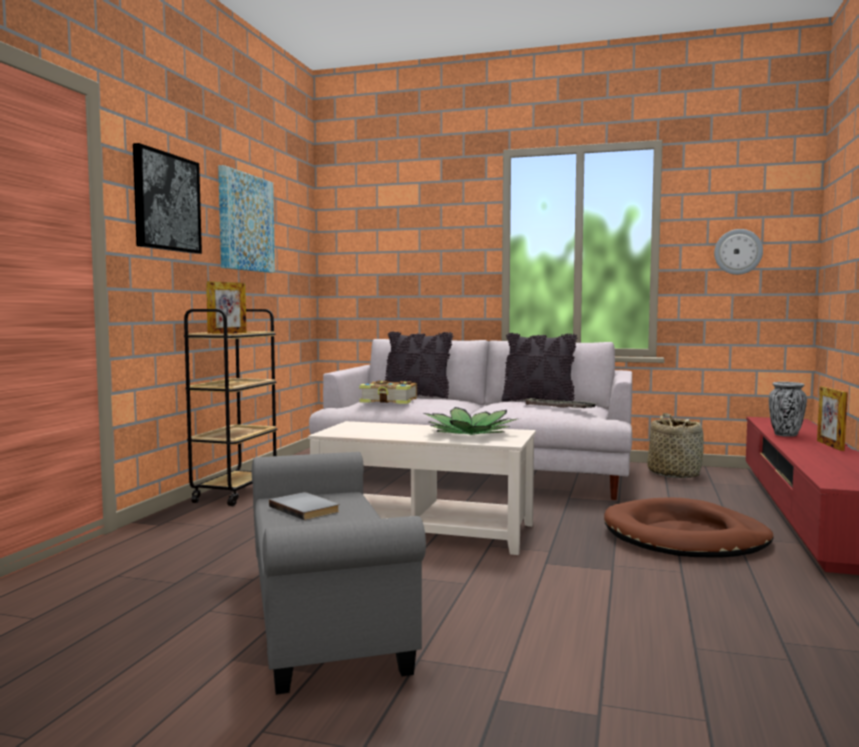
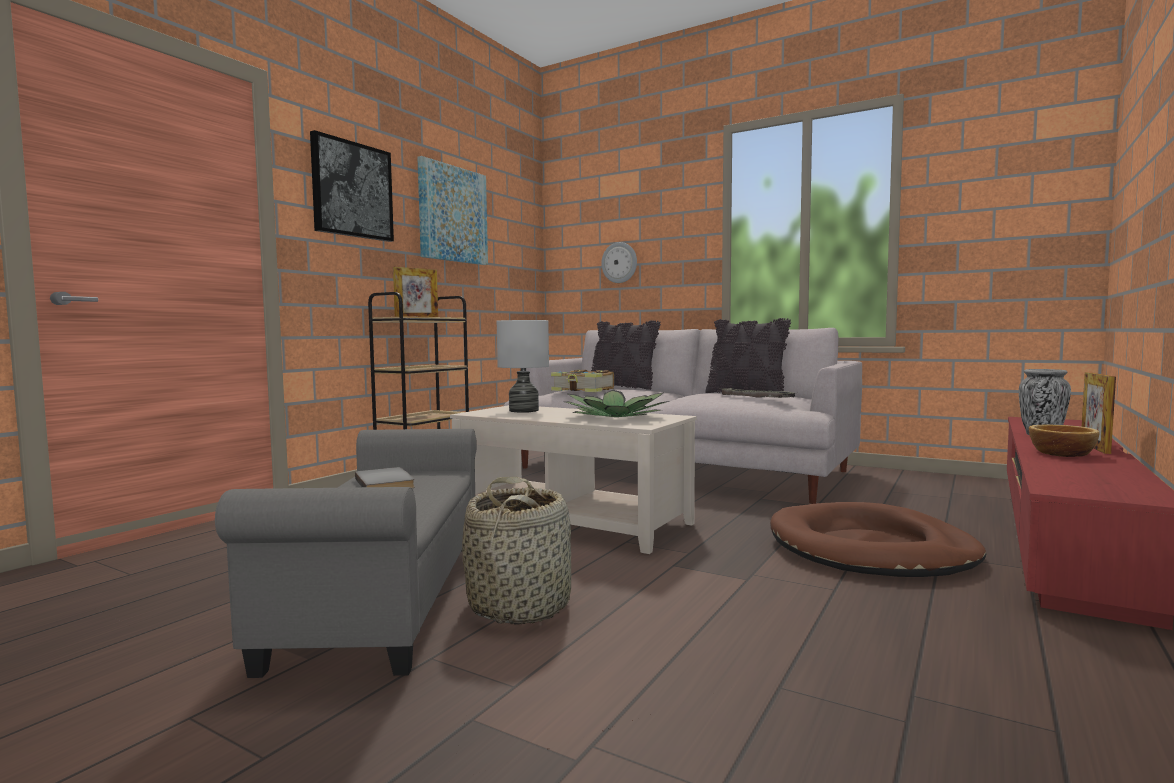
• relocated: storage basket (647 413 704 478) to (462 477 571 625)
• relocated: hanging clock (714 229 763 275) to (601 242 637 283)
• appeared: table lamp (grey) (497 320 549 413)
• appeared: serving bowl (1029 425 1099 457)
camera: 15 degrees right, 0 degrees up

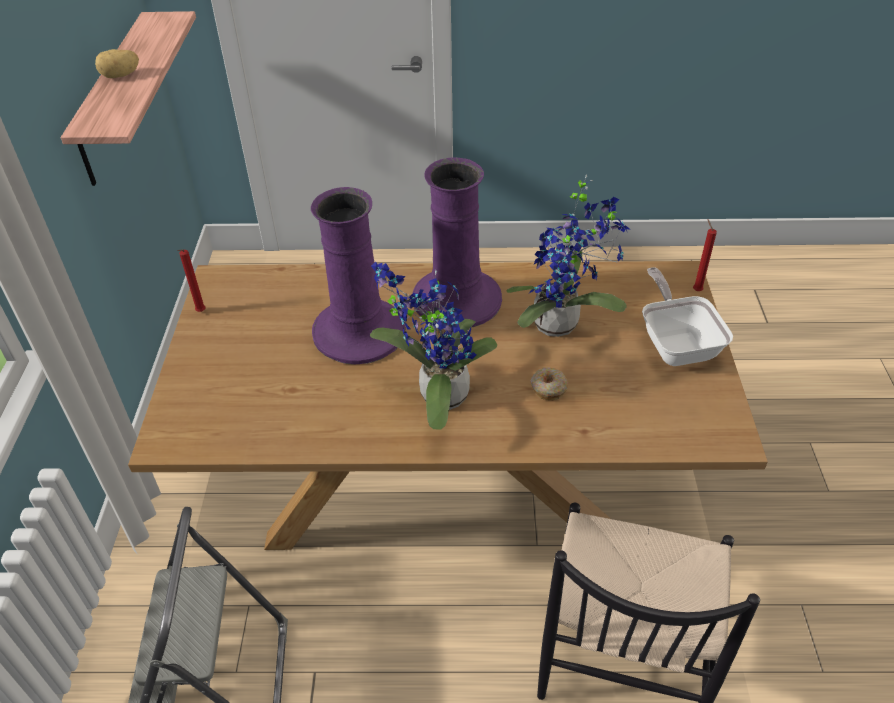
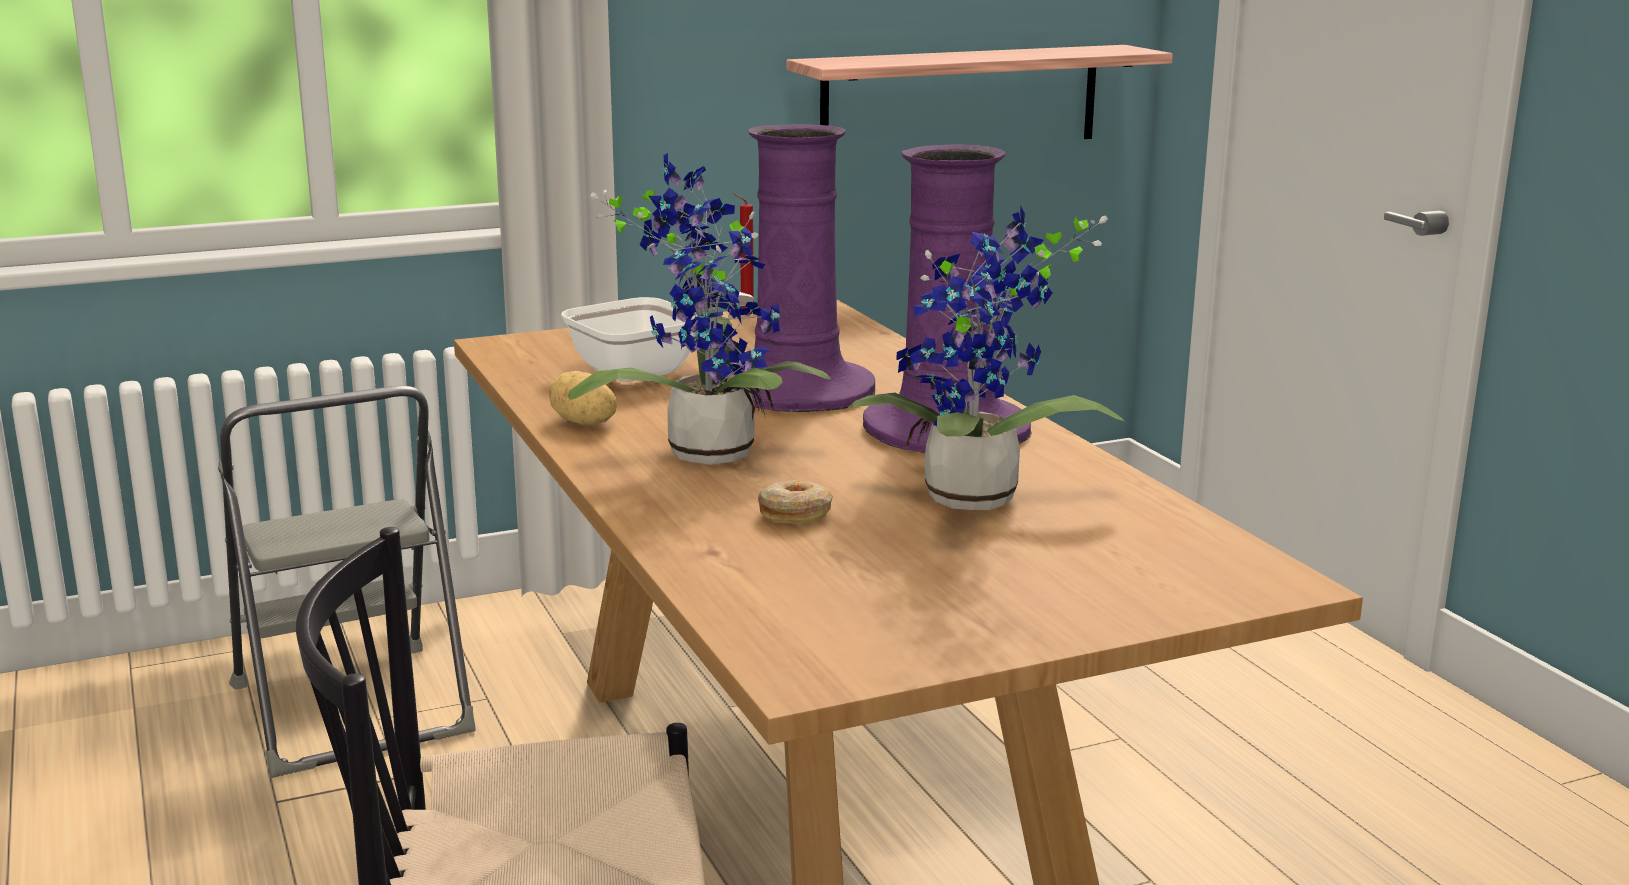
• relocated: whole potato (95 49 139 78) to (549 371 617 425)
• relocated: skillet (642 267 733 366) to (561 292 754 382)
• missing: wax light (reddish) (693 220 717 291)
camera: 65 degrees right, 25 degrees down

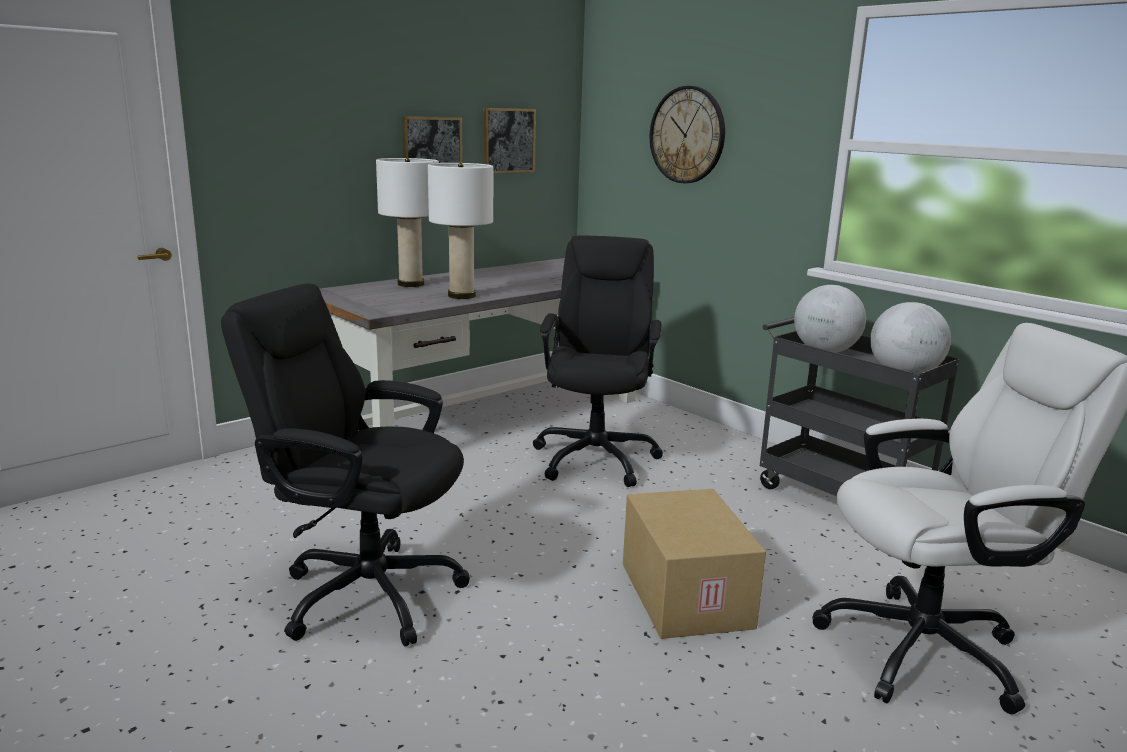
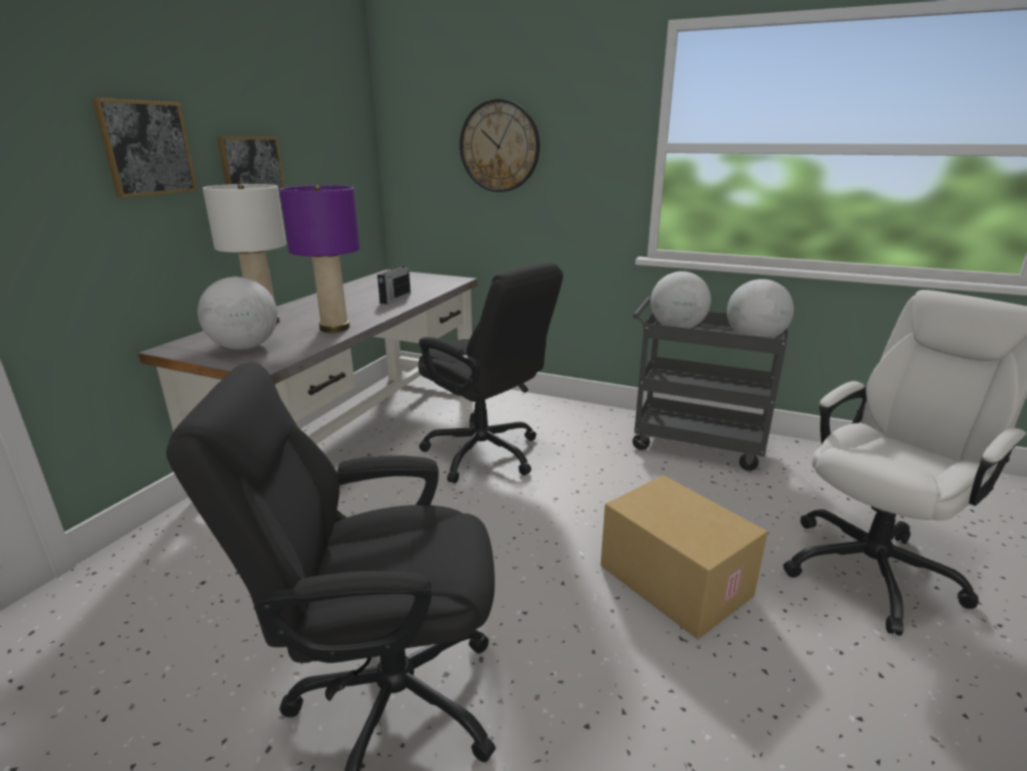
• colour: table lamp (whitish) (428 163 493 299) to table lamp (purple) (279 185 360 333)
• relocated: wall art (484 108 536 173) to (92 98 198 198)
• spun: desk chair (blackish) (533 236 663 487) = (418 262 563 483) 150 degrees clockwise
• appeared: desk globe (198 277 278 350)
• appeared: radio (377 262 411 304)
camera: 25 degrees left, 5 degrees up

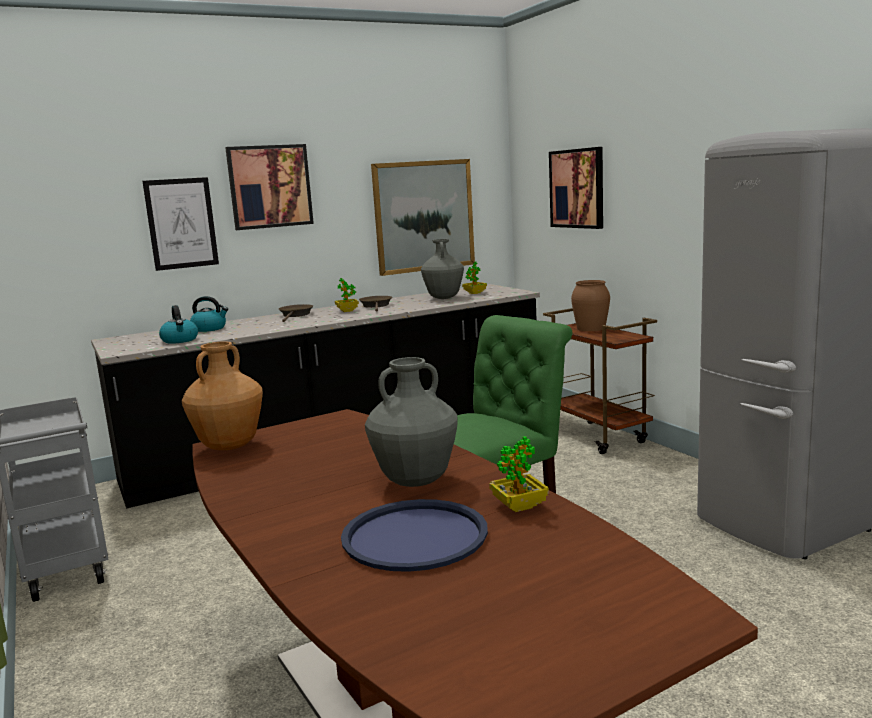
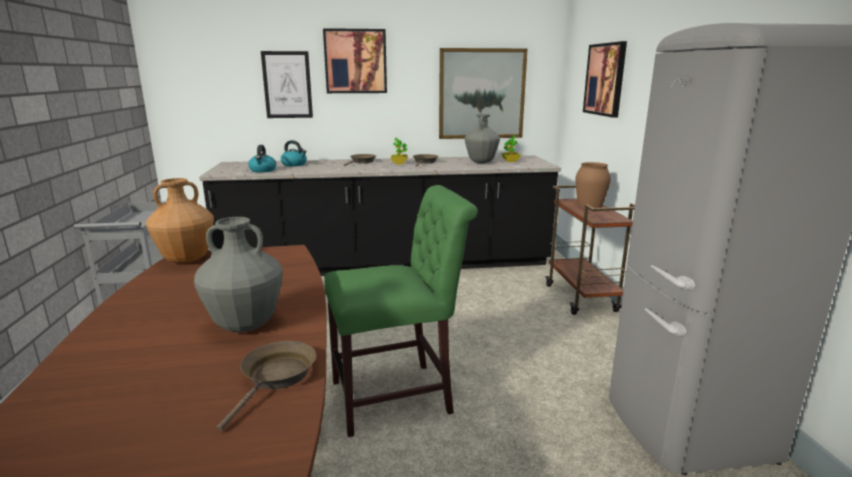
• missing: tray (blue) (341 499 488 572)
• exchanged: houseplant (489 436 549 512) to skillet (brown-coloured) (217 341 316 431)
camera: 20 degrees right, 5 degrees up

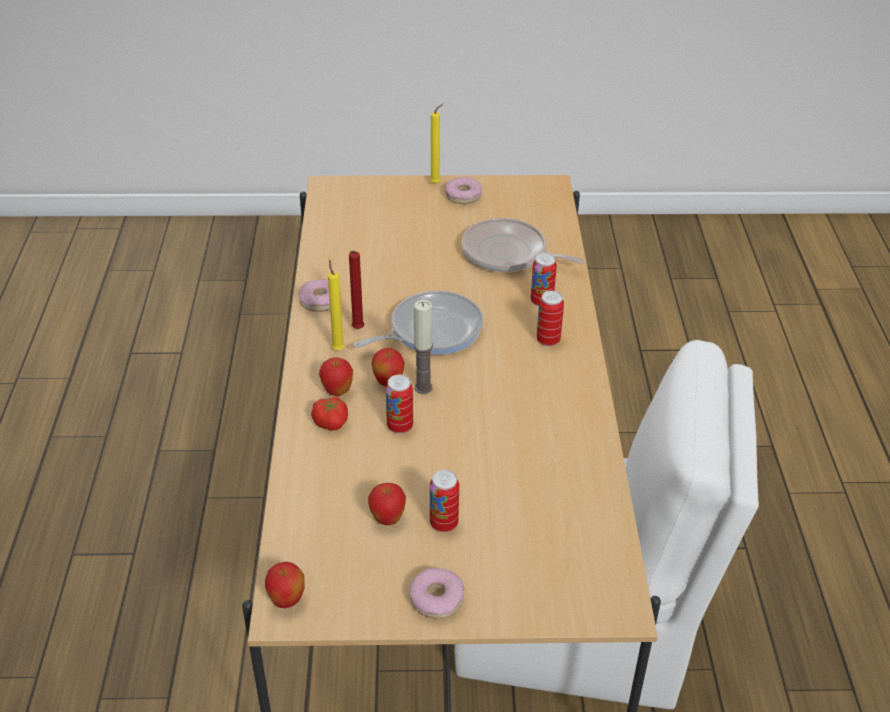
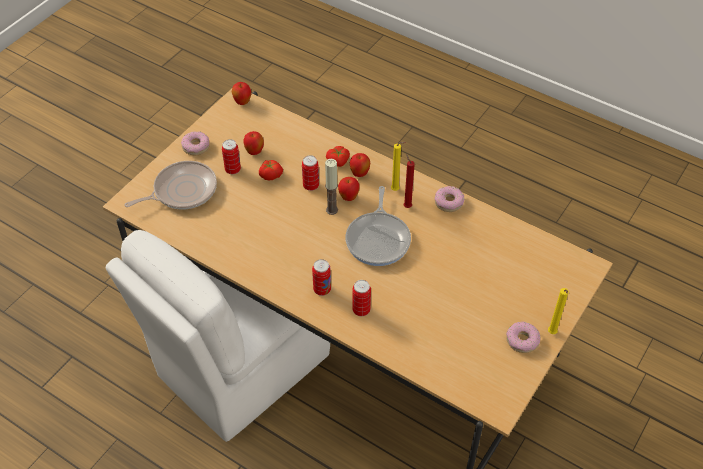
• relocated: skillet (462 218 585 272) to (124 161 217 210)
• appeared: whole tomato (259 160 283 180)
camera: 125 degrees right, 10 degrees up

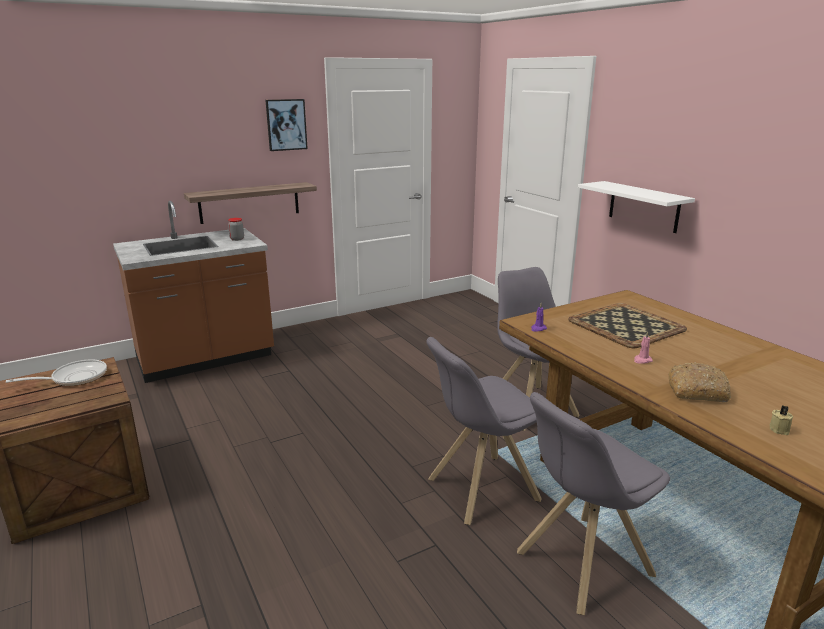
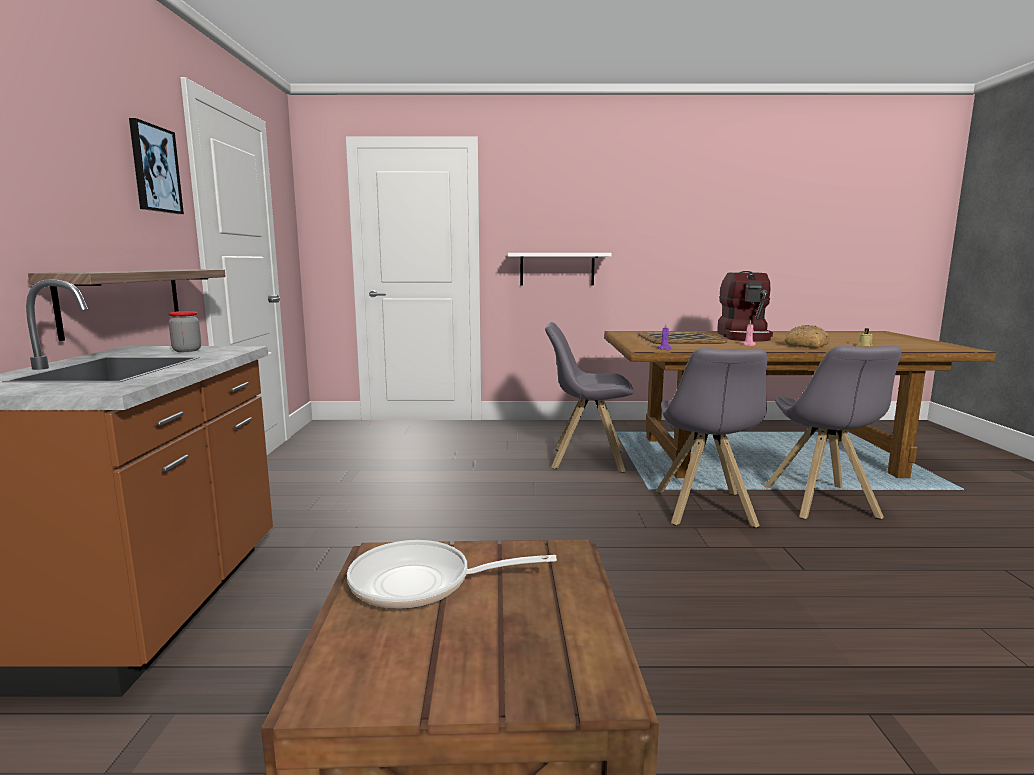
• spun: skillet (6 359 107 386) = (347 540 557 609) 90 degrees counterclockwise
• appeared: coffee machine (717 271 773 342)
camera: 60 degrees left, 10 degrees down

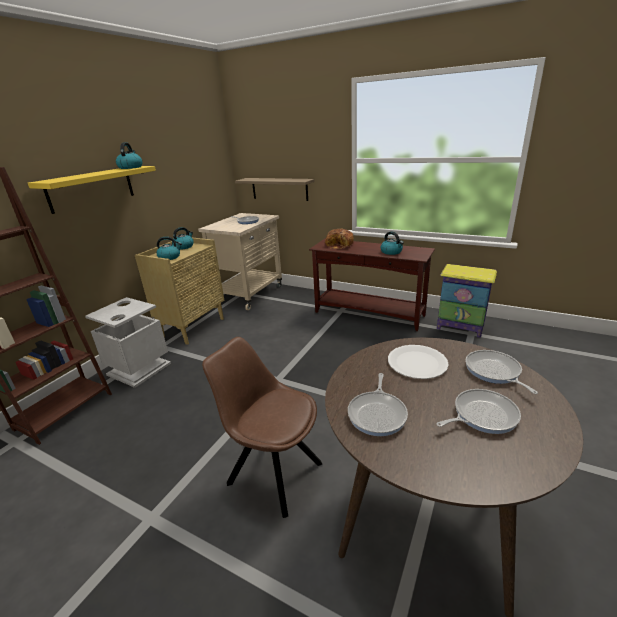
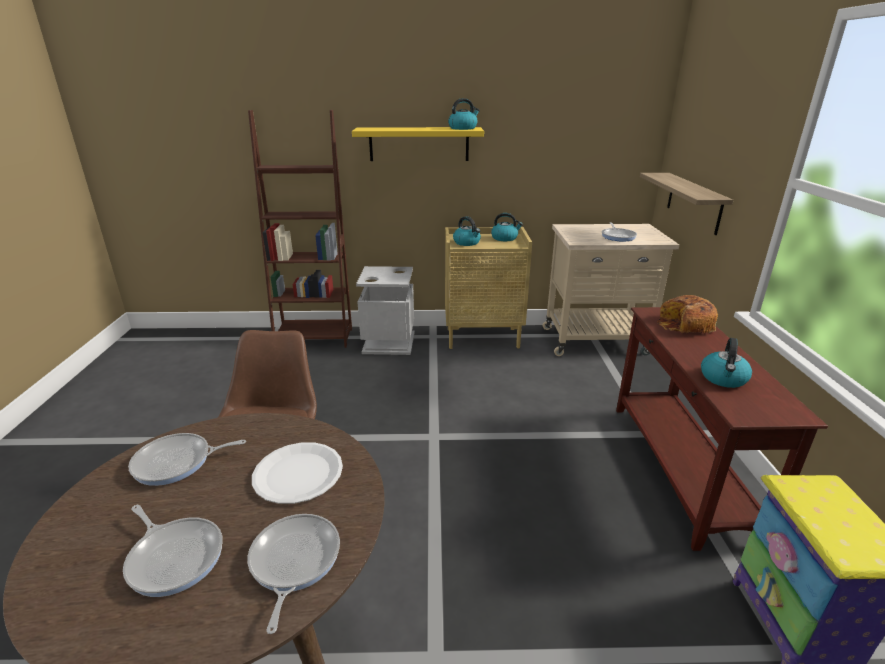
• spun: skillet (466 350 538 394) = (248 514 340 634) 45 degrees counterclockwise
camera: 60 degrees right, 0 degrees up

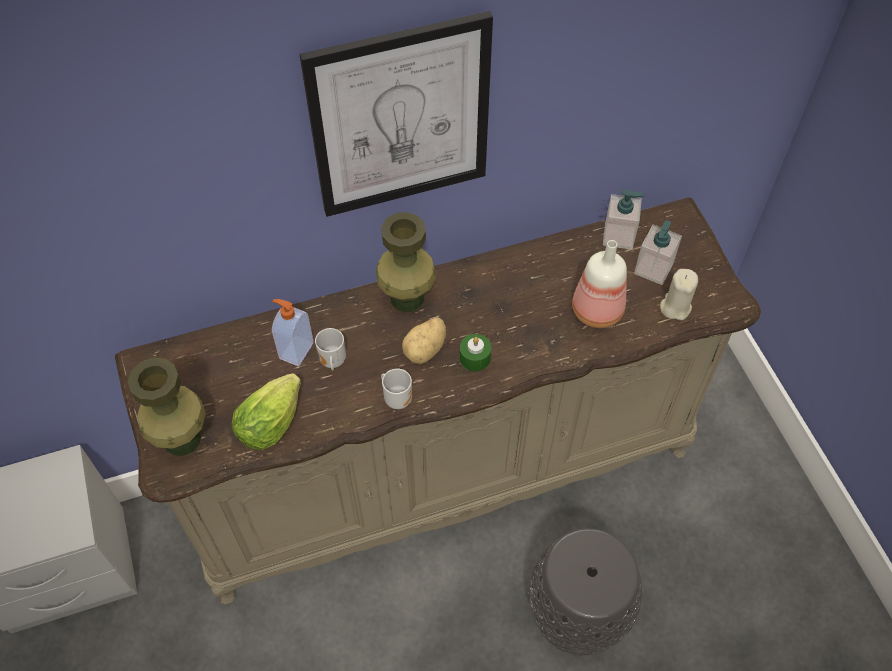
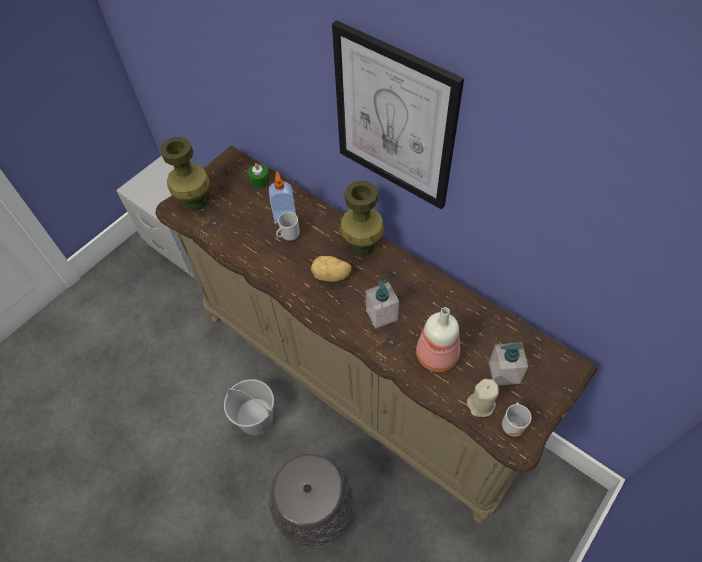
• missing: head of lettuce (232 373 301 450)
• relocated: tea mug (381 369 412 409) to (502 402 531 436)
• relocated: wax light (green-coloured) (460 334 491 372) to (248 163 270 188)
• relocated: soap bottle (603 190 645 250) to (366 281 399 328)
• appeared: bucket (whitish) (224 379 274 435)
camera: 60 degrees right, 0 degrees up

